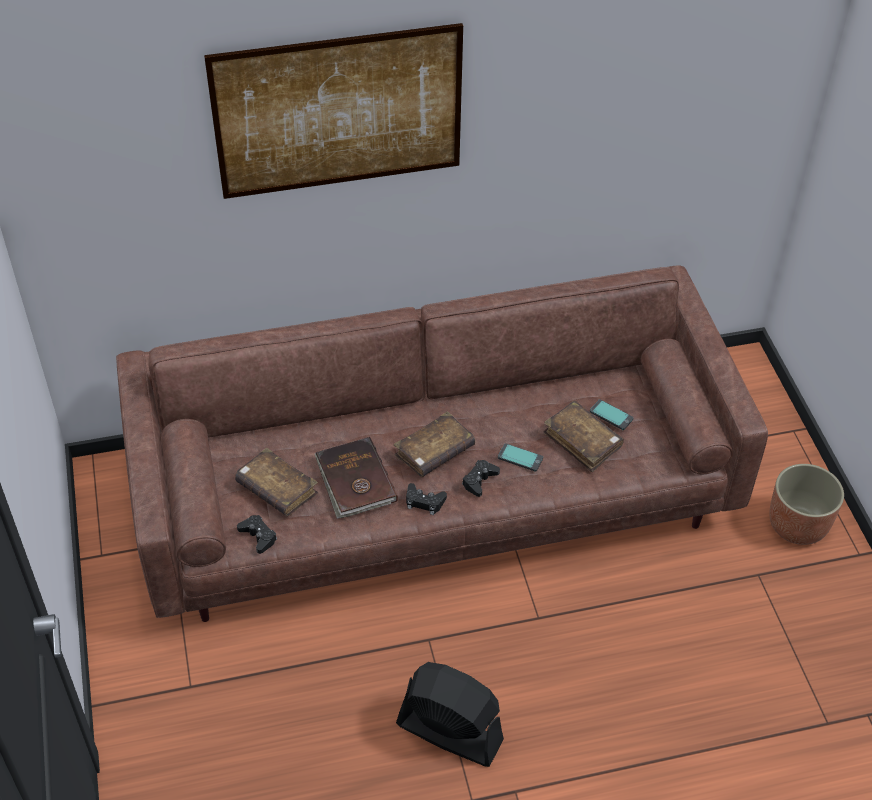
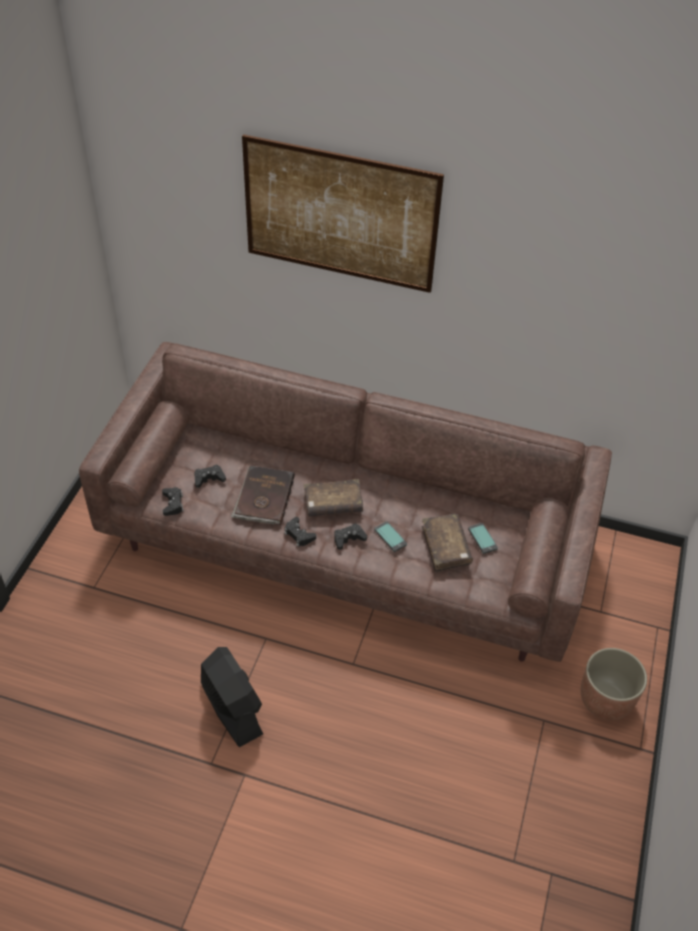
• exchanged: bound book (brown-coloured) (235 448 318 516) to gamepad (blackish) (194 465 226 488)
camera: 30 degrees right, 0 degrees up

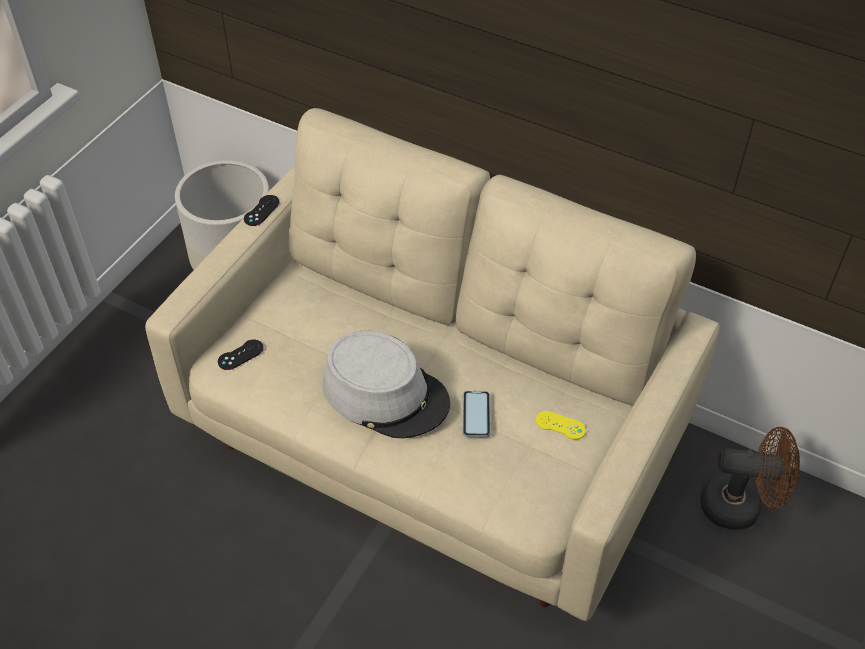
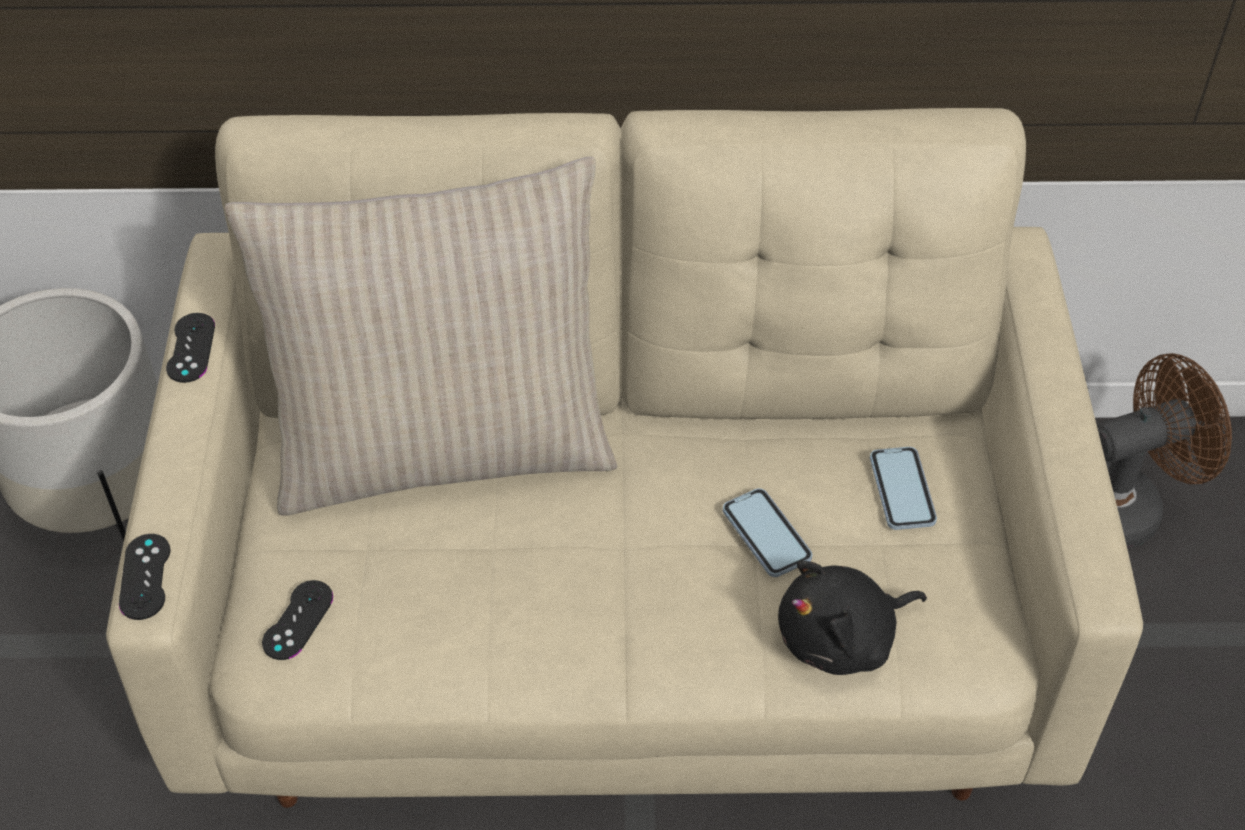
• missing: clothing hat (grey) (323 330 450 439)
• exchanged: gamepad (yellow) (536 411 586 440) to handset (870 447 937 530)
• appeared: gamepad (blackish) (119 534 171 620)
• appeared: pillow (beige-coloured) (225 157 617 516)
• appeared: soft toy (blackish) (778 560 927 675)
camera: 30 degrees left, 0 degrees up

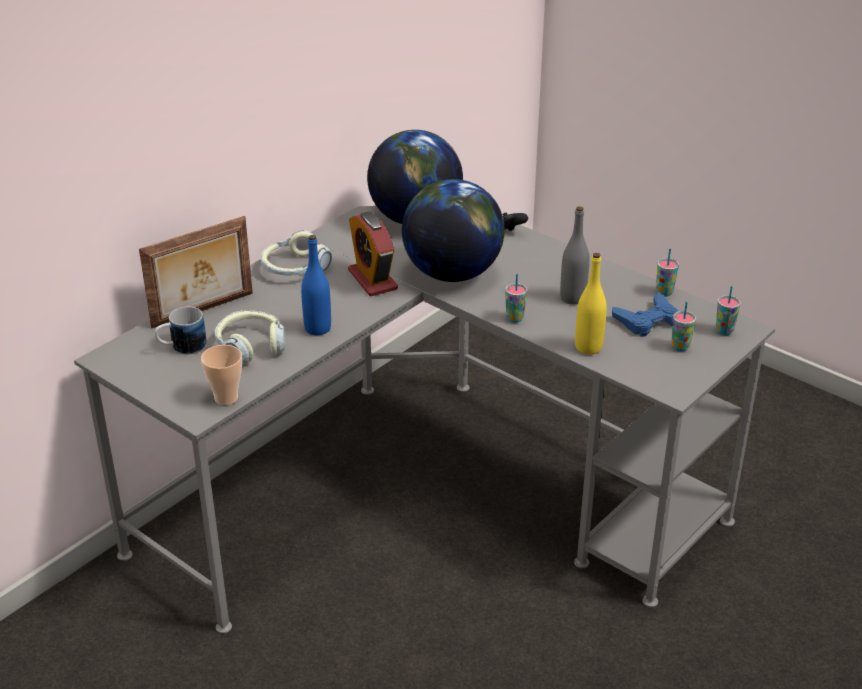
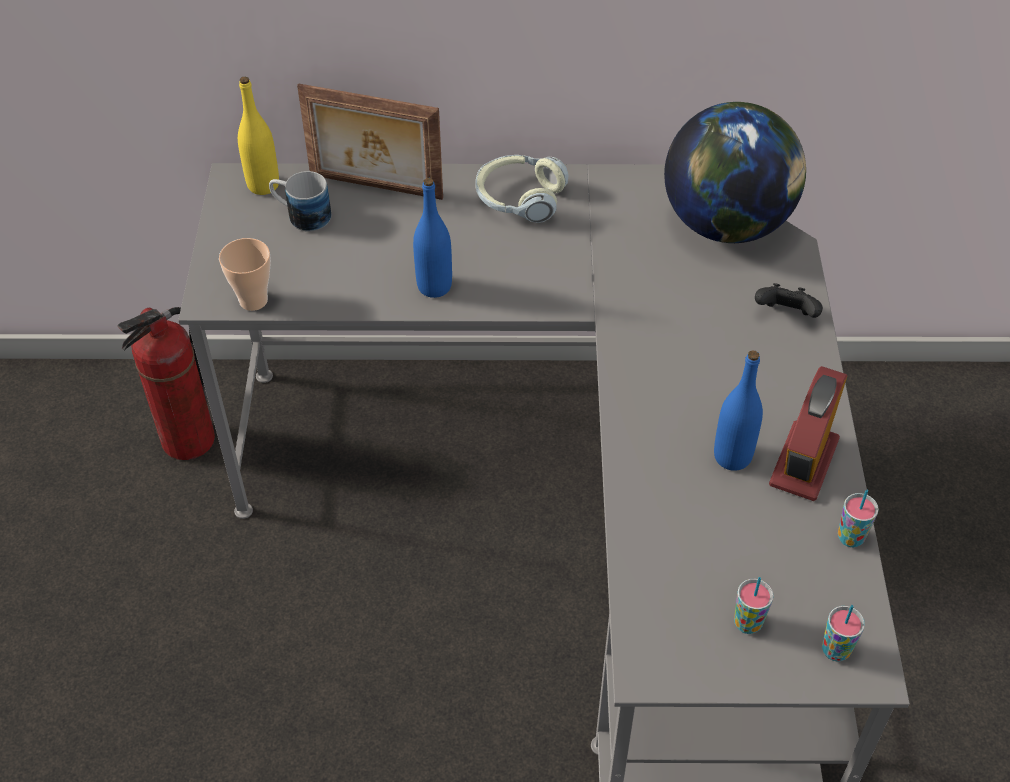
• missing: headset (215 310 285 364)
• relocated: alarm clock (348 212 398 296) to (769 366 847 501)
• missing: desk globe (402 179 504 282)
• missing: small cup (505 274 527 323)
• colour: drink bottle (grey) (560 206 590 305) to drink bottle (blue) (714 350 763 471)
• relocated: drink bottle (yellow) (575 253 607 355) to (238 77 279 195)
• missing: gamepad (blue) (612 292 678 337)
• appeared: fire-fighting cylinder (117 307 215 460)
camera: 50 degrees right, 15 degrees up

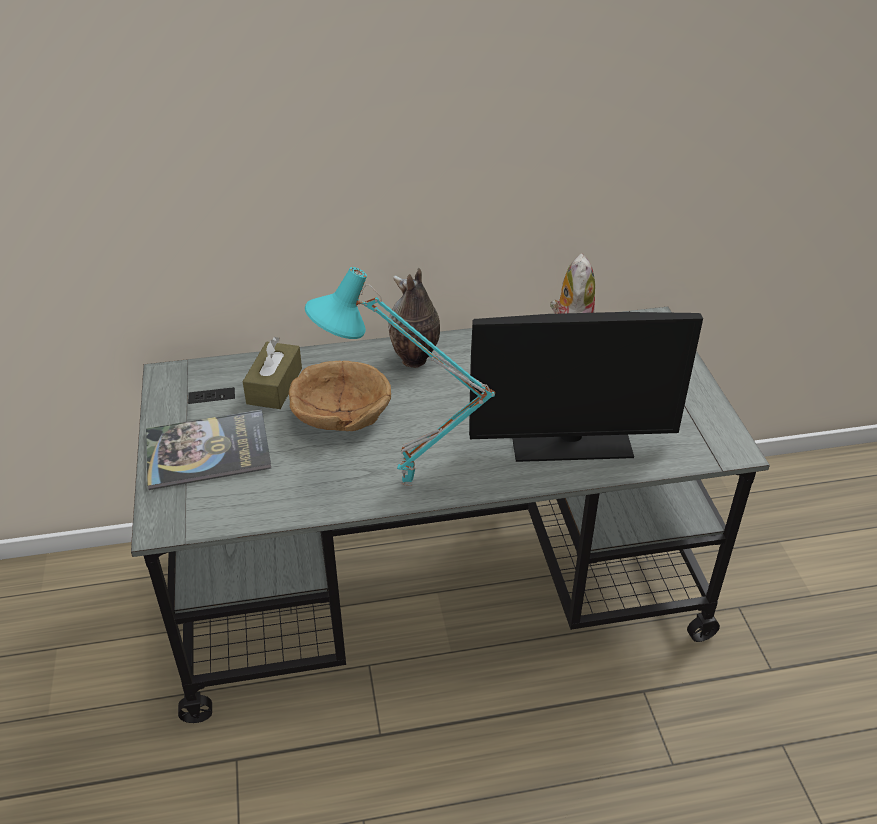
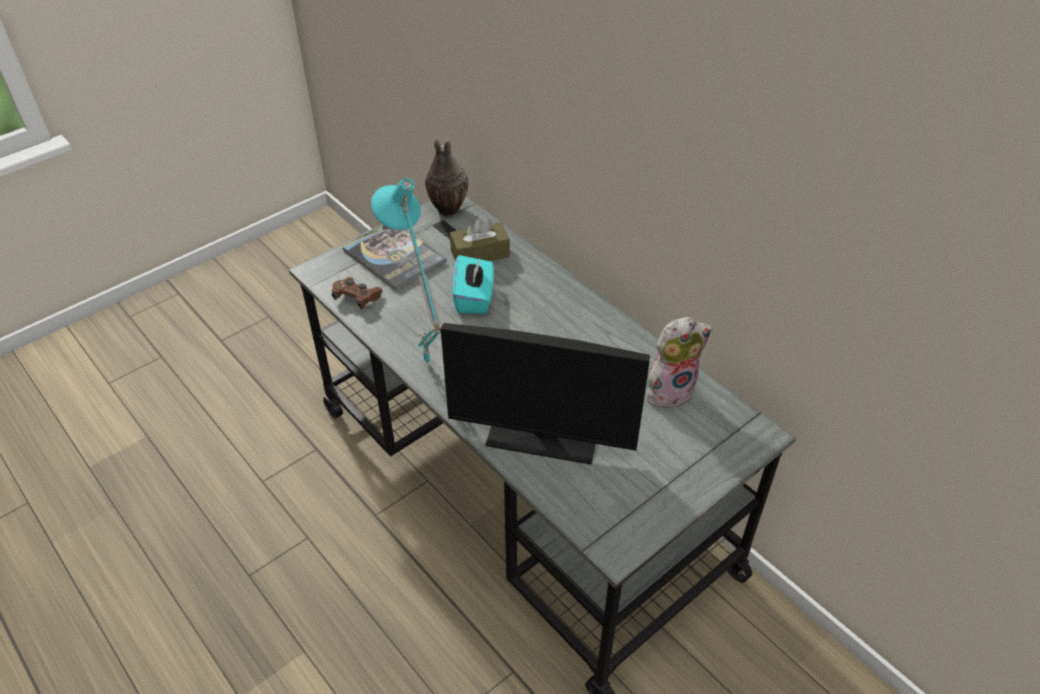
• exchanged: serving bowl (brown-coloured) (289 361 391 431) to tissue box (blue-green) (452 255 494 314)
• relocated: vase (388 268 440 368) to (425 140 468 216)
• spun: monitor (469 312 703 462) = (441 323 650 465) 45 degrees counterclockwise
• appeared: gamepad (brown-coloured) (332 277 382 309)
camera: 60 degrees right, 5 degrees up

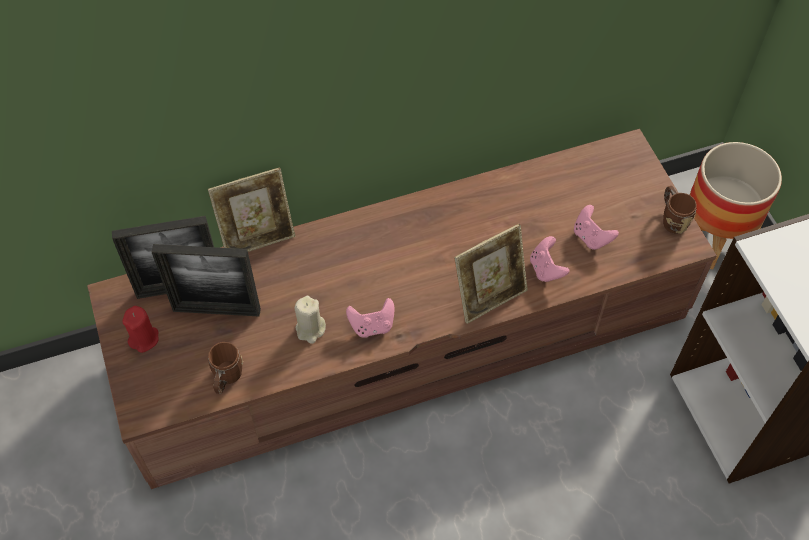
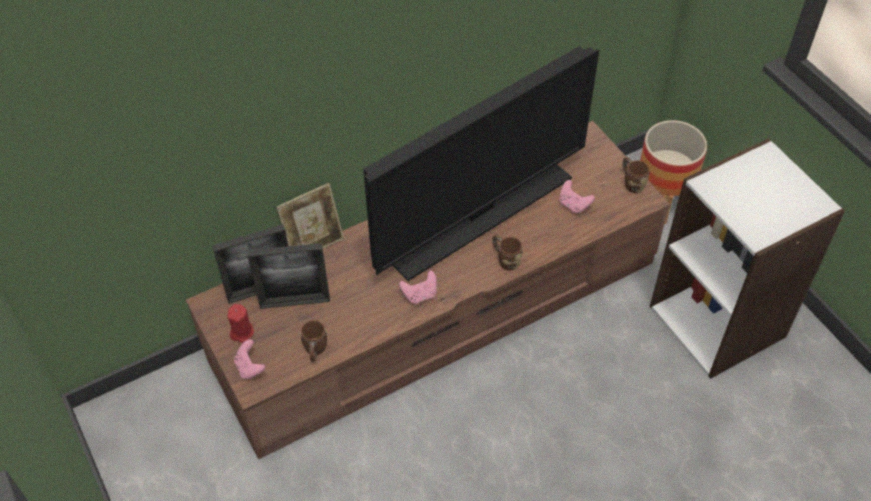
• missing: wax light (beige-coloured) (294 296 326 344)
• exchanged: standing frame (454 224 528 324) to tea mug (brown-coloured) (492 235 523 271)
• relocated: gamepad (pink-coloured) (530 236 570 282) to (234 339 265 379)
• appeared: TV set (363 46 599 281)
camera: 10 degrees left, 5 degrees down

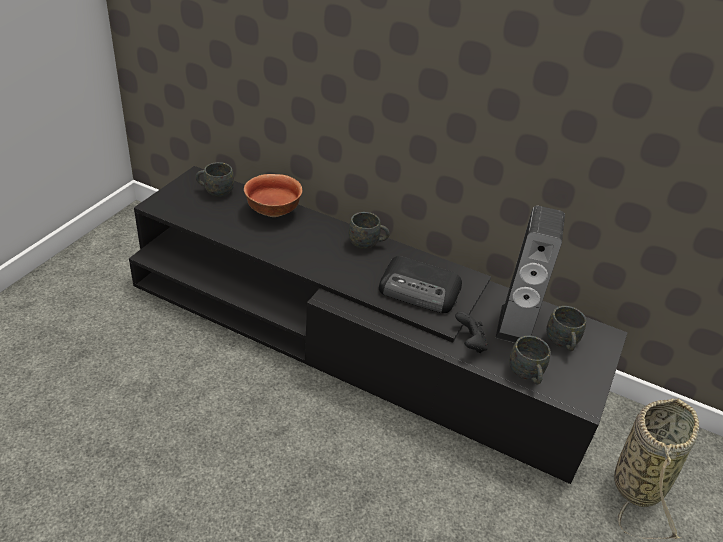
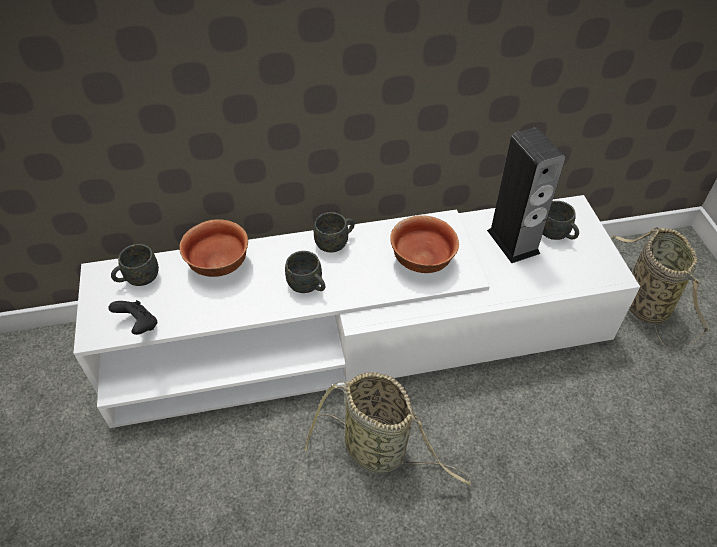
• colour: media console (blackish) (129 166 628 484) to media console (whitish) (73 195 640 428)
• exchanged: radio (379 256 462 313) to serving bowl (390 215 459 273)
• relocated: gamepad (blackish) (455 311 488 353) to (108 300 157 335)
• relocated: tea mug (grey) (509 336 550 385) to (285 251 325 293)
• appeared: storage basket (305 372 471 485)
camera: 35 degrees left, 10 degrees up

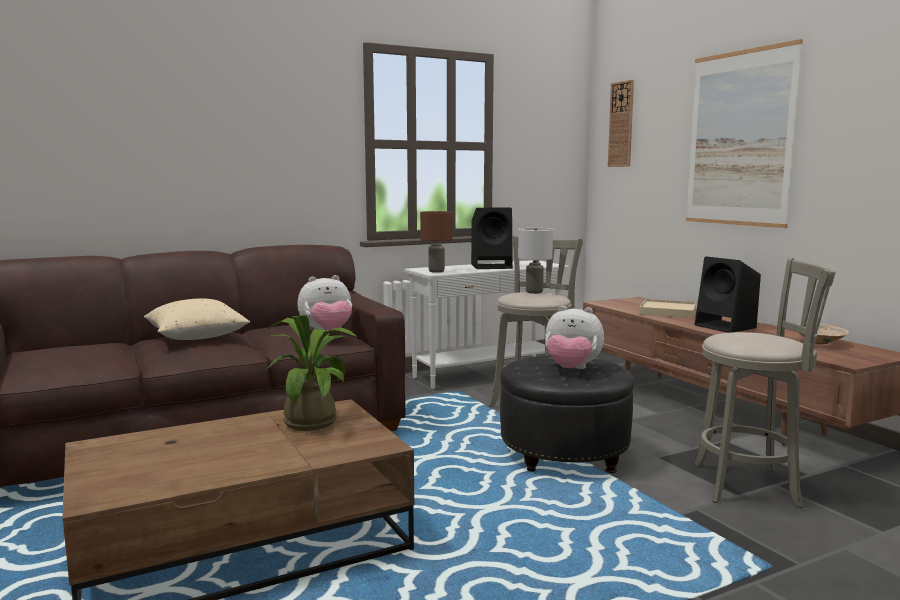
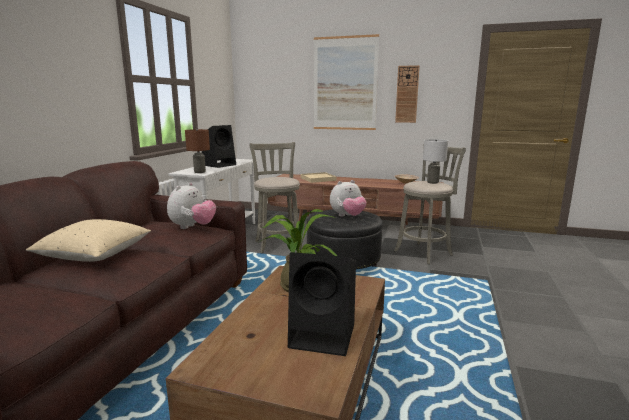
• relocated: table lamp (whitish) (518 228 553 294) to (423 139 448 184)
• relocated: hanging clock (608 80 634 167) to (395 65 420 123)
• relocated: speaker (blackish) (695 256 761 333) to (288 252 356 356)
camera: 45 degrees left, 5 degrees up

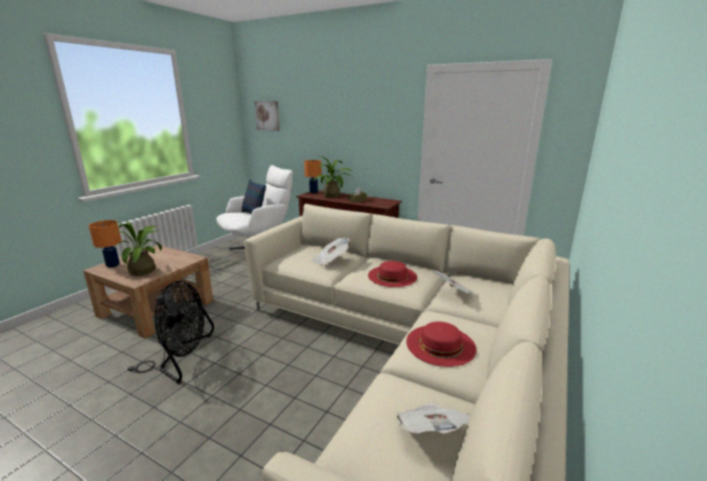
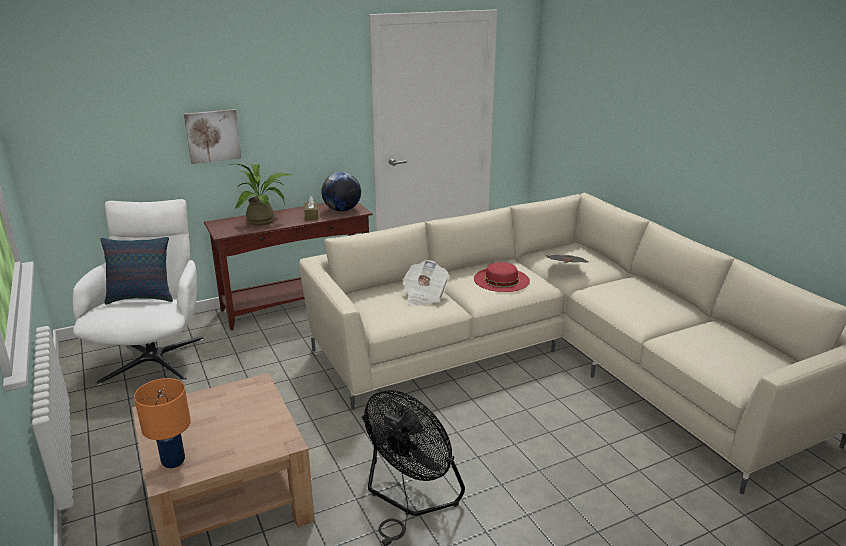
• missing: houseplant (112 222 162 276)
• relocated: wall art (255 101 280 131) to (184 109 241 164)
• missing: table lamp (orange) (304 160 322 193)
• missing: printed paper (396 403 470 434)
• missing: clothing hat (reddish) (406 322 476 367)
• appeared: desk globe (322 172 361 212)
camera: 55 degrees left, 5 degrees up

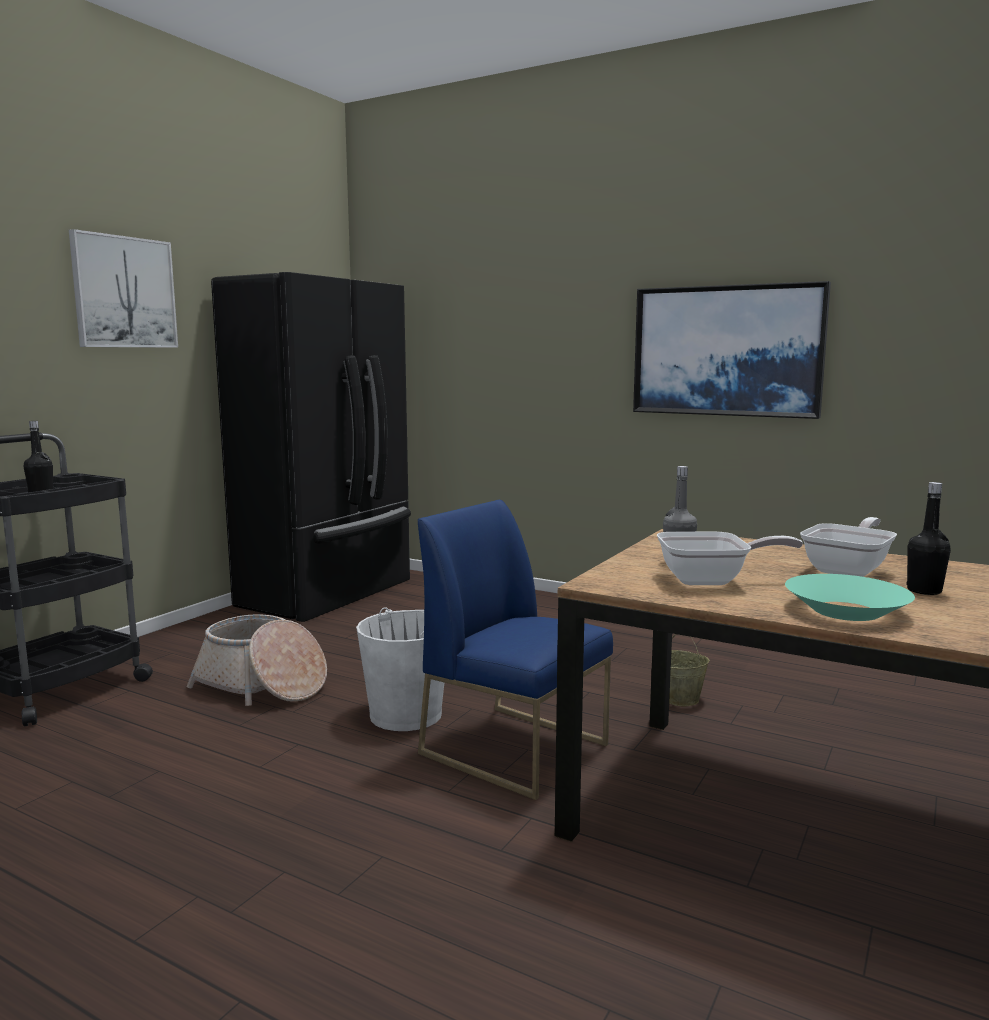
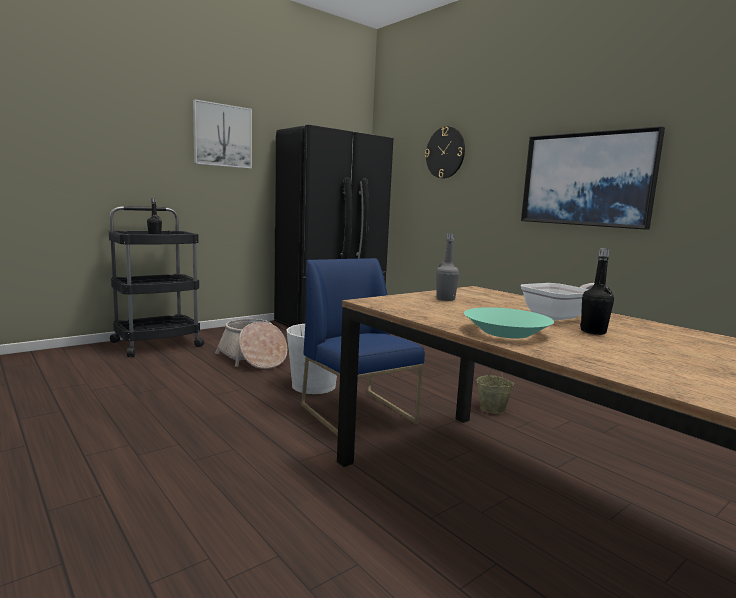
• missing: skillet (657 532 803 585)
• appeared: hanging clock (425 126 465 178)
camera: 20 degrees right, 0 degrees up

